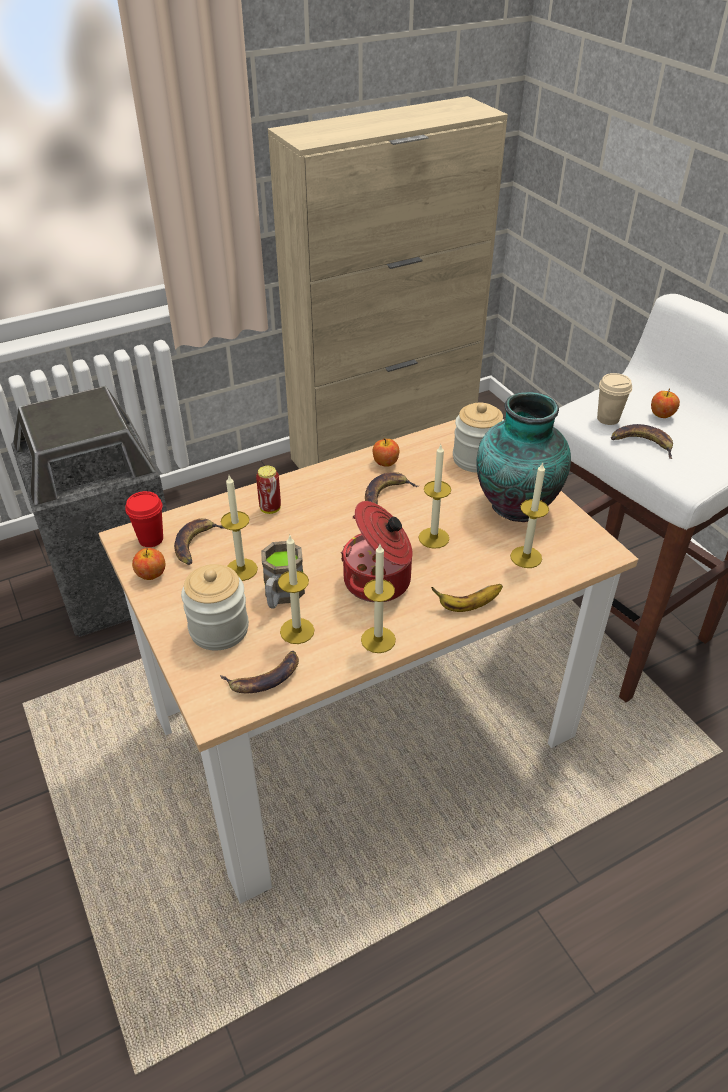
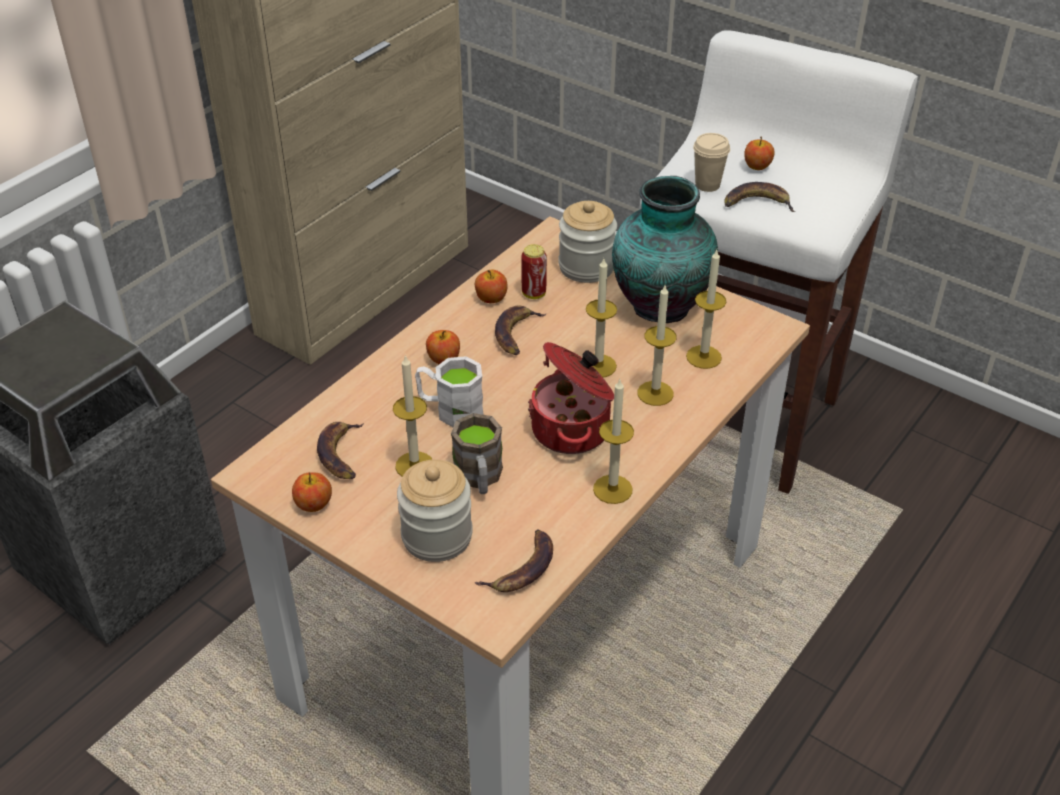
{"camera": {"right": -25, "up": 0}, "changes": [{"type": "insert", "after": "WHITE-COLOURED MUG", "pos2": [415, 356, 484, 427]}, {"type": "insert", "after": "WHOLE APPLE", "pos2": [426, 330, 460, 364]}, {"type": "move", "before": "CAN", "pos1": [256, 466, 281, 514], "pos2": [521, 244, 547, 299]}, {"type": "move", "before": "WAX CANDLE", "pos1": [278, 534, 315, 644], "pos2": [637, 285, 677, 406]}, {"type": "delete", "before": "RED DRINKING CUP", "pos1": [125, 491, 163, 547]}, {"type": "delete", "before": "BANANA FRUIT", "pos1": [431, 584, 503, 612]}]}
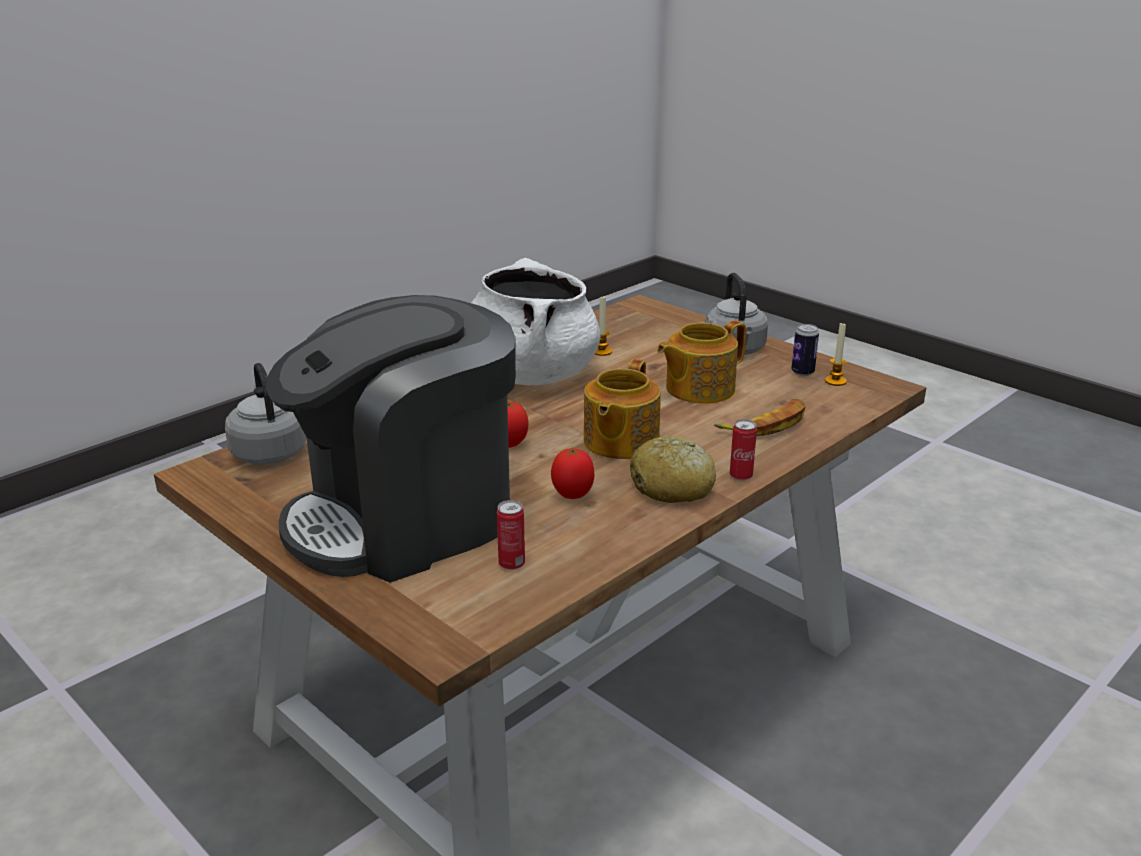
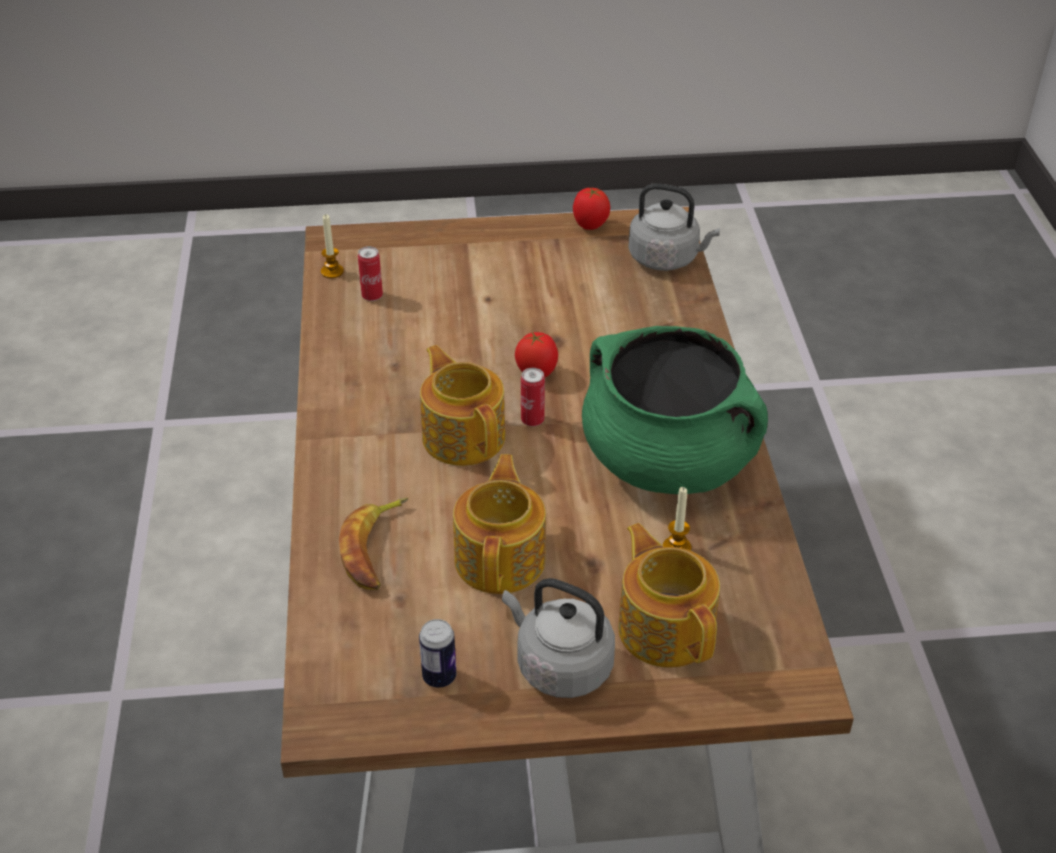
{"camera": {"right": 130, "up": 15}, "changes": [{"type": "move", "before": "WAX CANDLE", "pos1": [825, 323, 847, 386], "pos2": [321, 214, 344, 279]}, {"type": "move", "before": "CAN", "pos1": [730, 419, 757, 481], "pos2": [521, 368, 545, 426]}, {"type": "move", "before": "TOMATO", "pos1": [551, 447, 594, 499], "pos2": [573, 188, 610, 230]}, {"type": "recolor", "before": "WHITE-COLOURED SAUCEPOT", "after": "GREENISH SAUCEPOT", "pos1": [471, 258, 601, 385], "pos2": [582, 326, 768, 494]}, {"type": "insert", "after": "TEAPOT", "pos2": [618, 523, 720, 668]}, {"type": "delete", "before": "COFFEE BREWER", "pos1": [266, 295, 516, 583]}, {"type": "delete", "before": "BREAD", "pos1": [630, 435, 716, 503]}]}
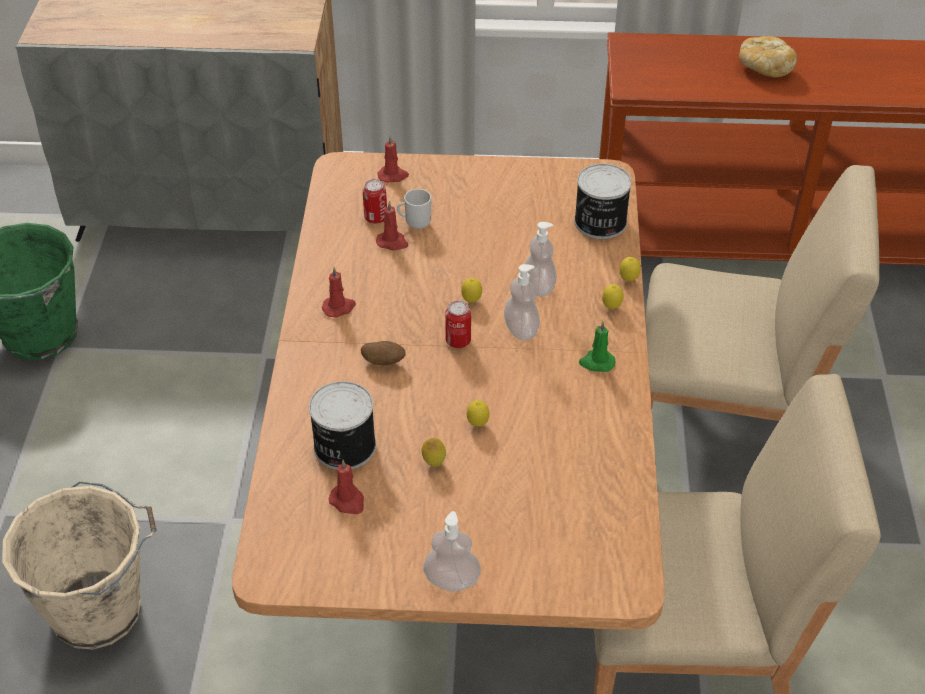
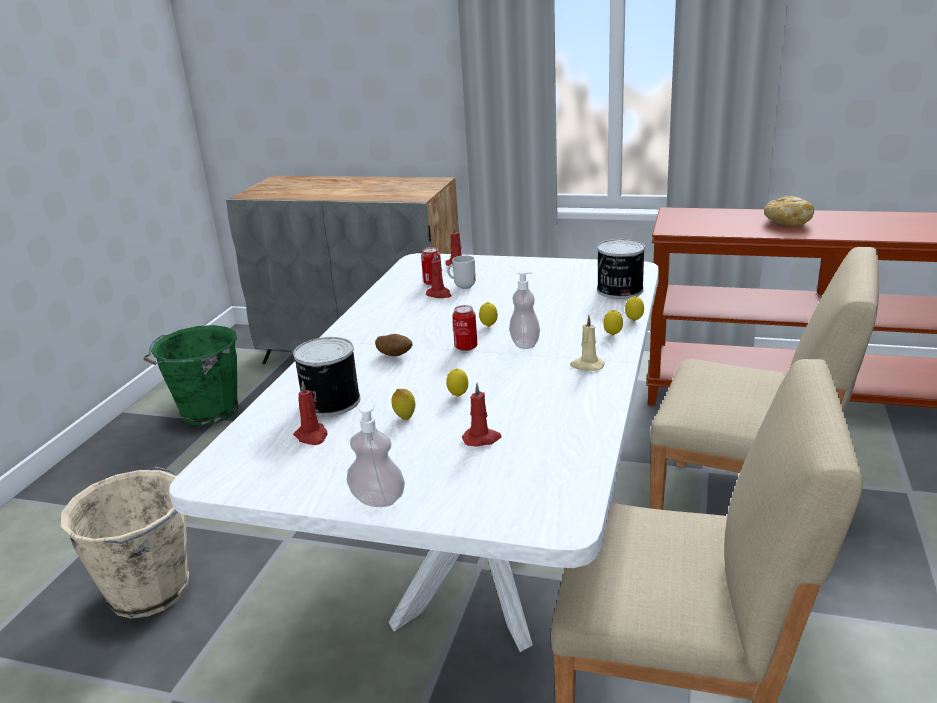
{"camera": {"right": 15, "up": -20}, "changes": [{"type": "recolor", "before": "BROWNISH DINING TABLE", "after": "WHITE-COLOURED DINING TABLE", "pos1": [232, 152, 665, 630], "pos2": [169, 253, 659, 652]}, {"type": "move", "before": "RED WAX CANDLE", "pos1": [322, 267, 356, 317], "pos2": [462, 383, 501, 447]}, {"type": "recolor", "before": "GREENISH WAX CANDLE", "after": "SAND-COLOURED WAX CANDLE", "pos1": [579, 321, 615, 372], "pos2": [570, 315, 605, 371]}, {"type": "delete", "before": "LIQUID SOAP BOTTLE", "pos1": [525, 222, 557, 297]}]}
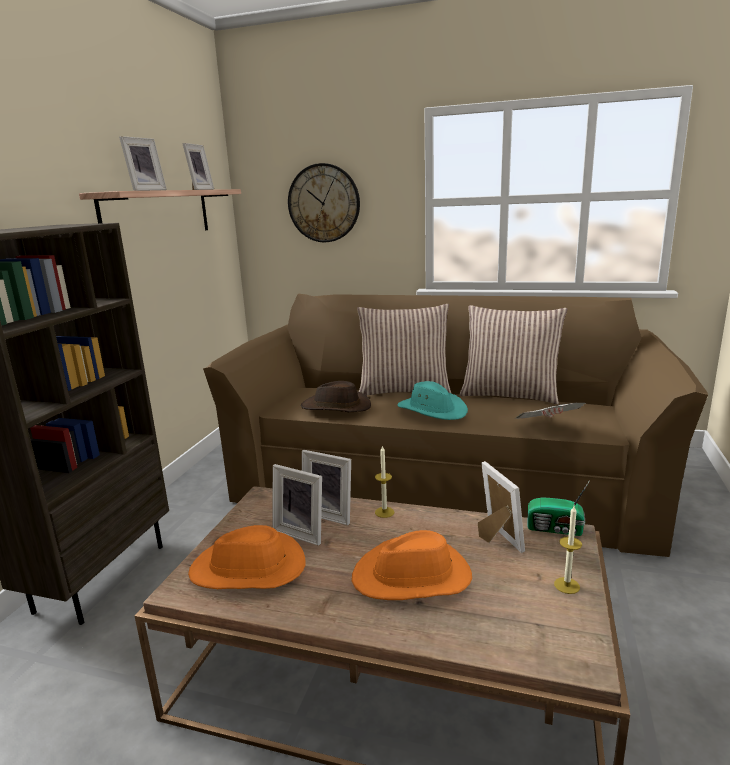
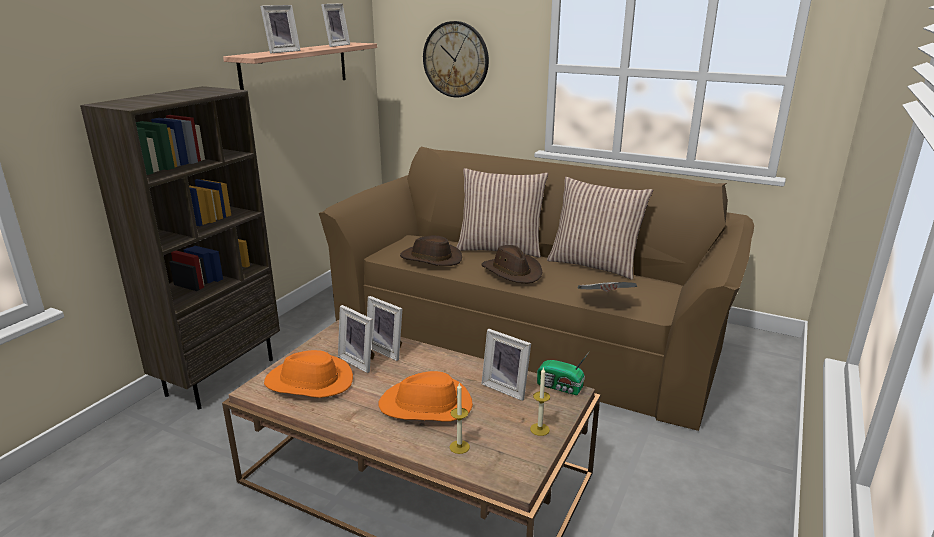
{"camera": {"right": 10, "up": 5}, "changes": [{"type": "move", "before": "WAX CANDLE", "pos1": [375, 446, 394, 518], "pos2": [450, 384, 470, 454]}, {"type": "rotate", "before": "STANDING FRAME", "pos1": [478, 461, 525, 553], "pos2": [481, 329, 531, 401], "turn": 135}, {"type": "recolor", "before": "TURQUOISE WEARABLE HAT", "after": "BROWNISH WEARABLE HAT", "pos1": [397, 381, 468, 420], "pos2": [482, 245, 542, 283]}]}
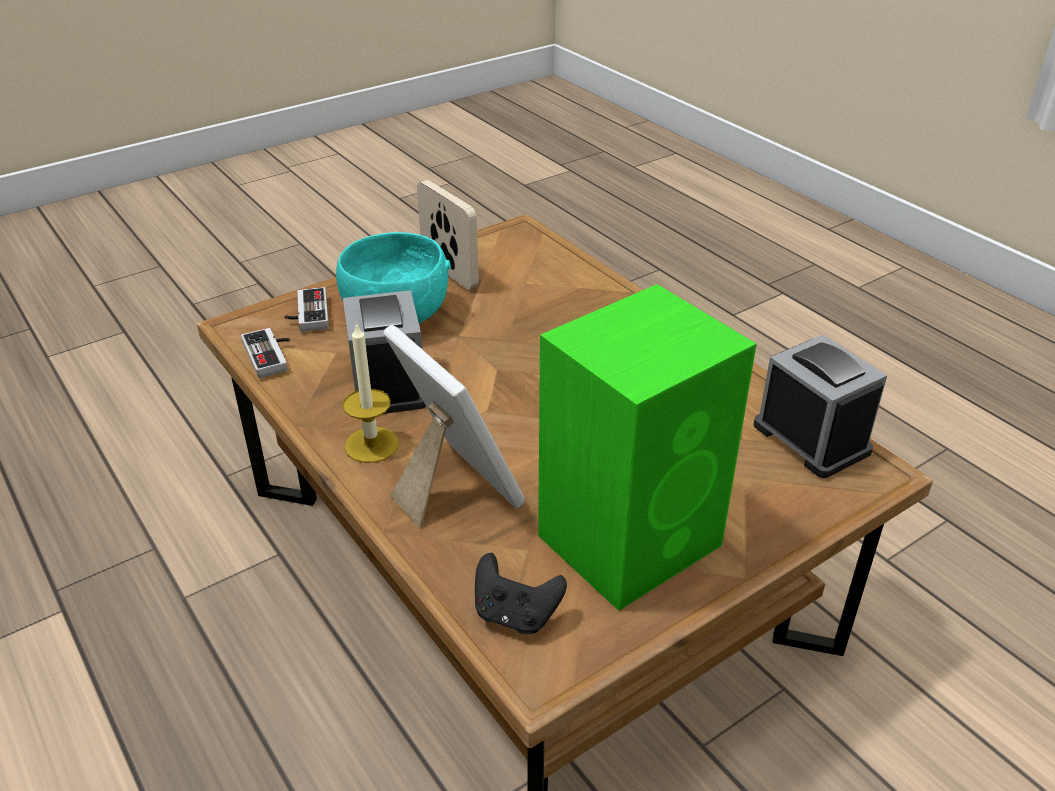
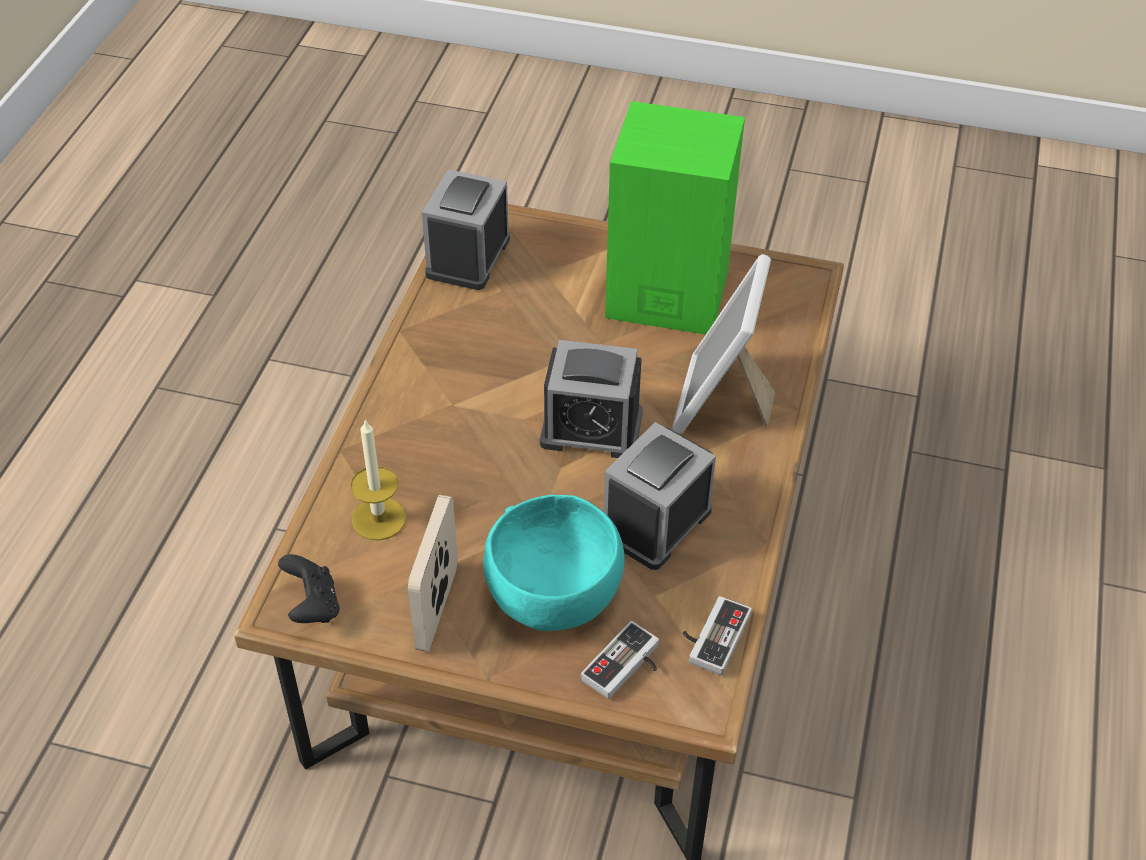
{"camera": {"right": -130, "up": 10}, "changes": [{"type": "move", "before": "BLACKISH JOYPAD", "pos1": [475, 553, 567, 634], "pos2": [278, 554, 339, 623]}, {"type": "move", "before": "WAX CANDLE", "pos1": [343, 322, 399, 463], "pos2": [350, 419, 407, 540]}, {"type": "insert", "after": "ALARM CLOCK", "pos2": [540, 340, 643, 458]}]}
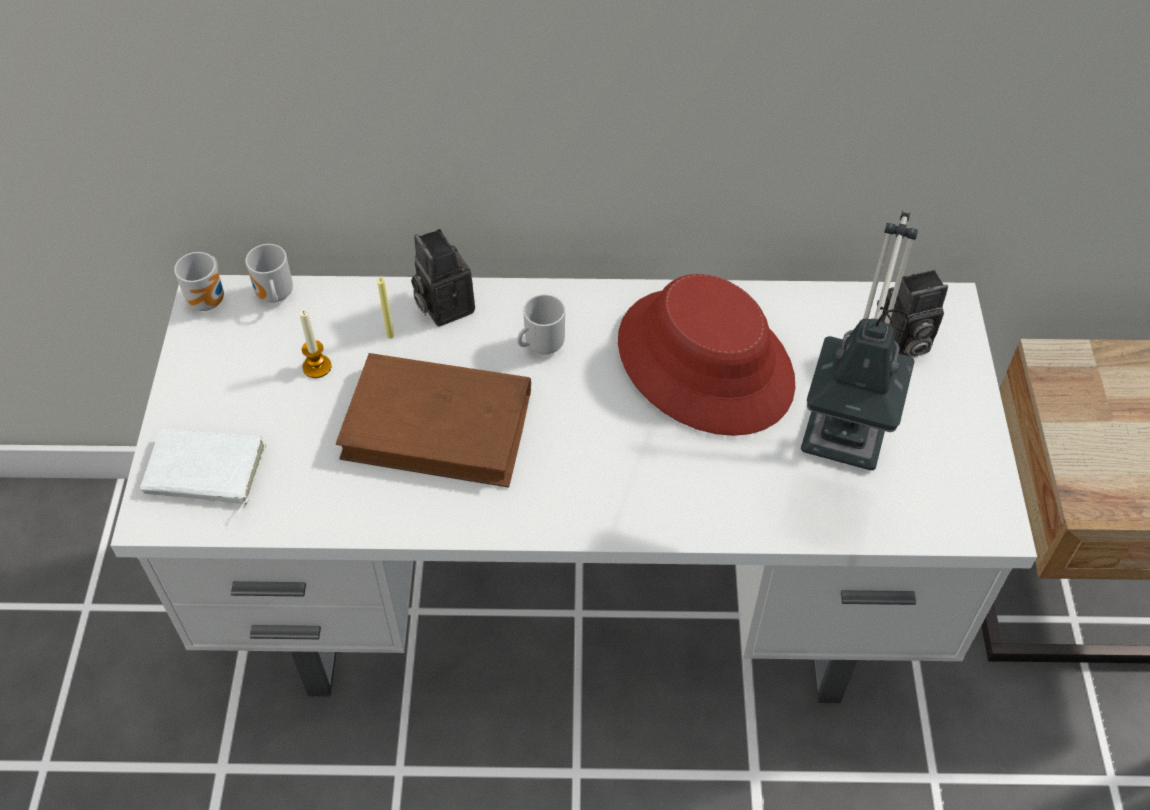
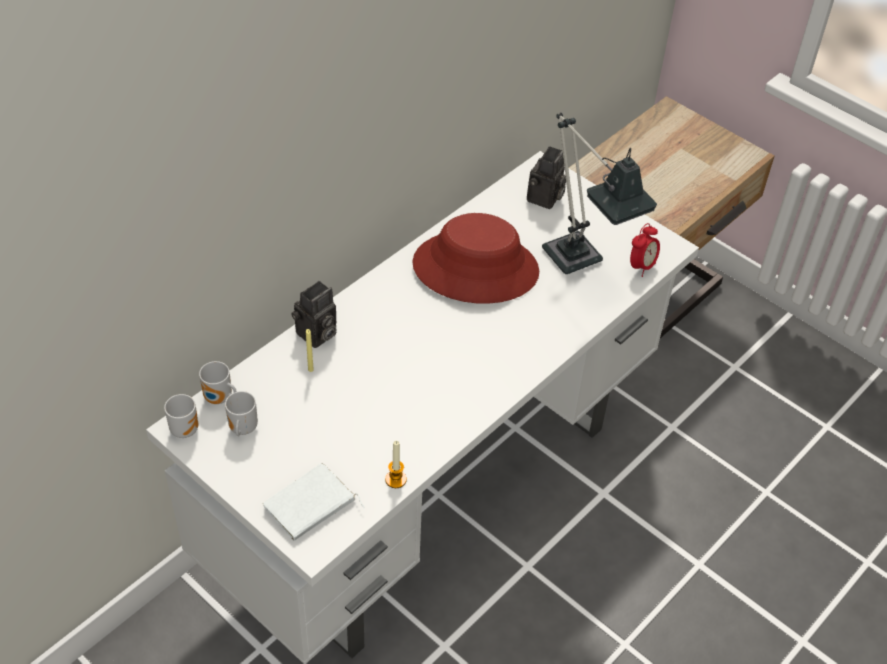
{"camera": {"right": -50, "up": -5}, "changes": [{"type": "move", "before": "MUG", "pos1": [517, 294, 565, 354], "pos2": [225, 391, 258, 436]}, {"type": "rotate", "before": "PHOTO CAMERA", "pos1": [411, 229, 475, 326], "pos2": [291, 281, 336, 348], "turn": -60}, {"type": "move", "before": "WAX CANDLE", "pos1": [299, 311, 332, 378], "pos2": [385, 441, 407, 488]}, {"type": "insert", "after": "ALARM CLOCK", "pos2": [630, 223, 660, 277]}, {"type": "delete", "before": "BROWNISH BOUND BOOK", "pos1": [336, 353, 531, 488]}]}
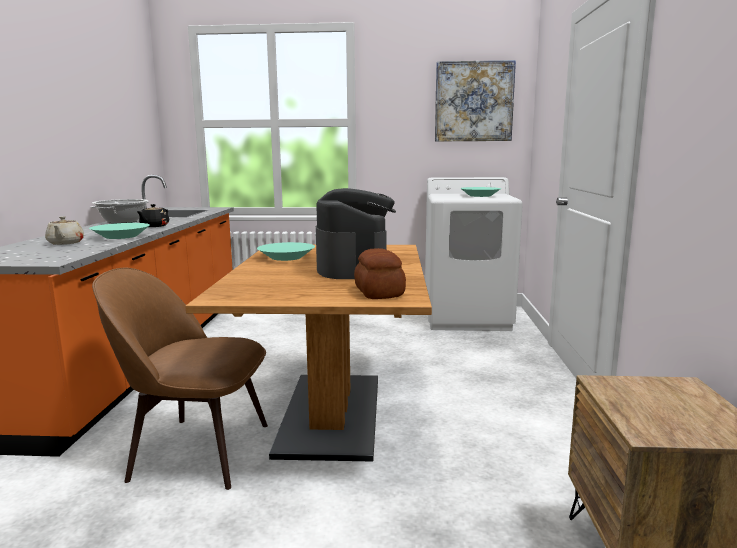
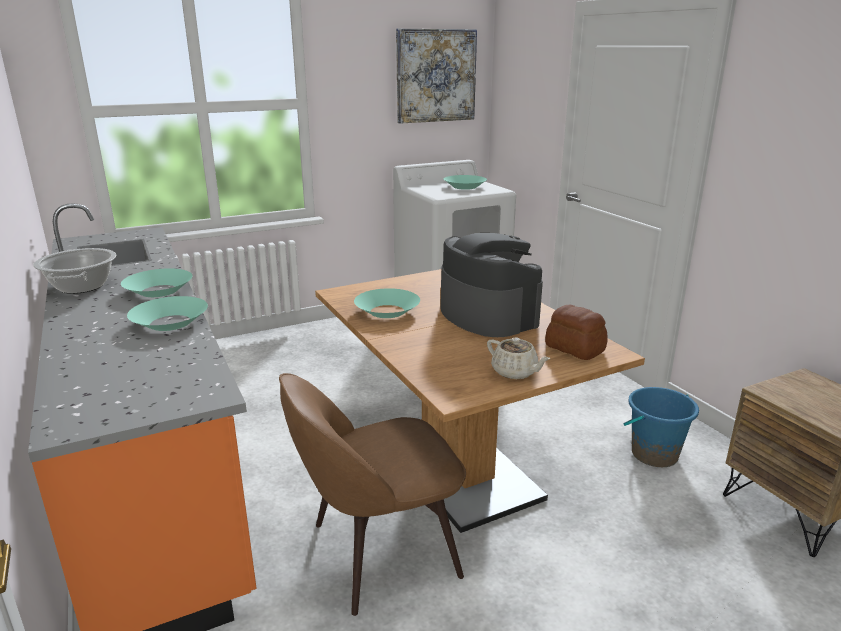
{"camera": {"right": -30, "up": 10}, "changes": [{"type": "replace", "before": "BLACKISH TEAPOT", "after": "TURQUOISE DEEP DISH", "pos1": [136, 204, 169, 227], "pos2": [121, 268, 192, 297]}, {"type": "move", "before": "SAND-COLOURED TEAPOT", "pos1": [45, 216, 84, 245], "pos2": [487, 337, 550, 379]}, {"type": "insert", "after": "BLUE-COLOURED BUCKET", "pos2": [623, 387, 699, 467]}]}
